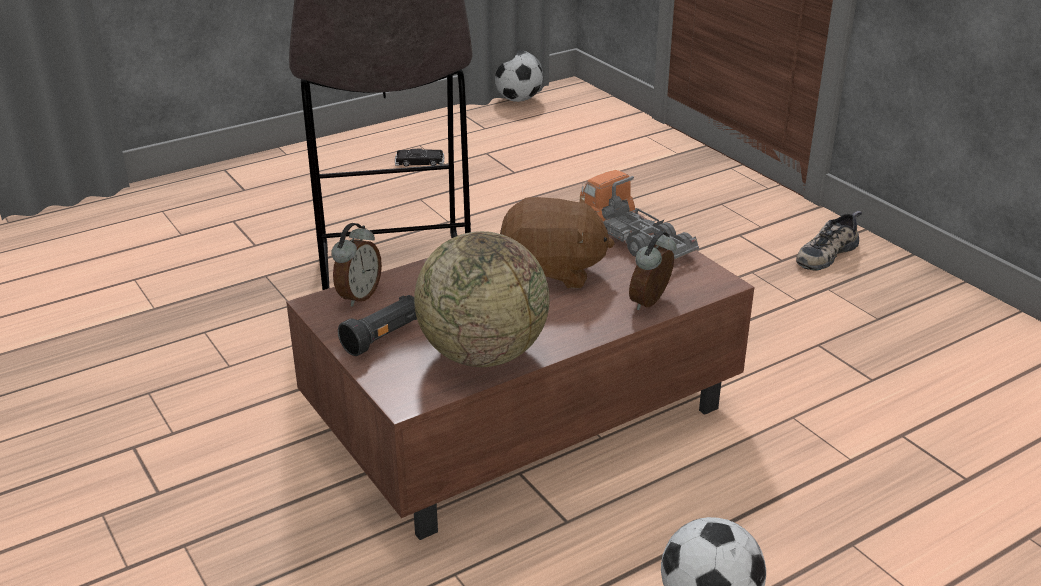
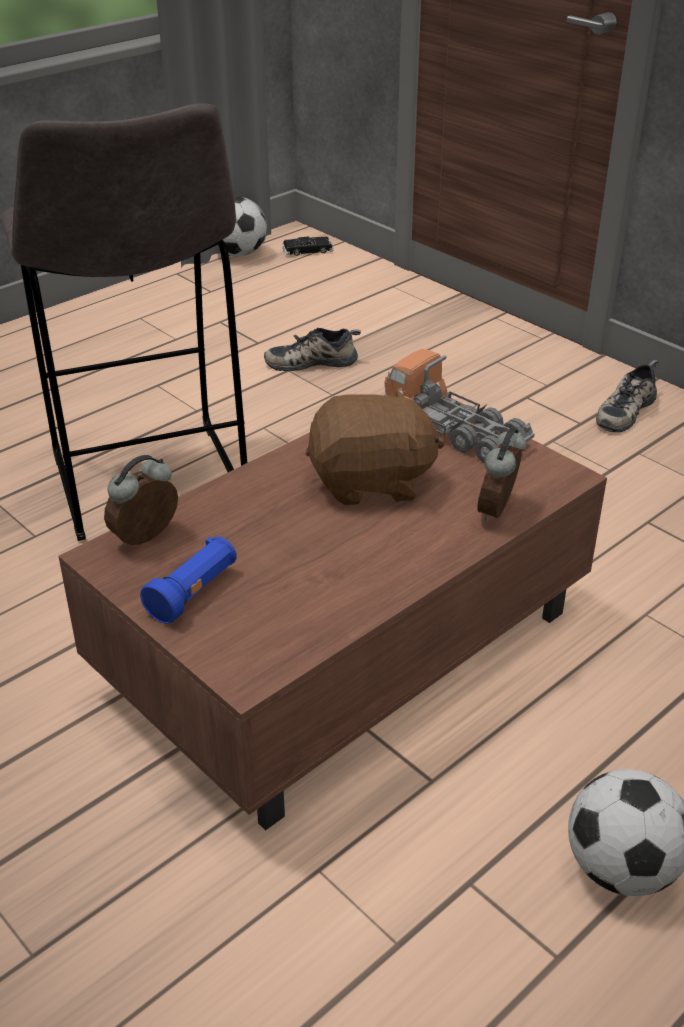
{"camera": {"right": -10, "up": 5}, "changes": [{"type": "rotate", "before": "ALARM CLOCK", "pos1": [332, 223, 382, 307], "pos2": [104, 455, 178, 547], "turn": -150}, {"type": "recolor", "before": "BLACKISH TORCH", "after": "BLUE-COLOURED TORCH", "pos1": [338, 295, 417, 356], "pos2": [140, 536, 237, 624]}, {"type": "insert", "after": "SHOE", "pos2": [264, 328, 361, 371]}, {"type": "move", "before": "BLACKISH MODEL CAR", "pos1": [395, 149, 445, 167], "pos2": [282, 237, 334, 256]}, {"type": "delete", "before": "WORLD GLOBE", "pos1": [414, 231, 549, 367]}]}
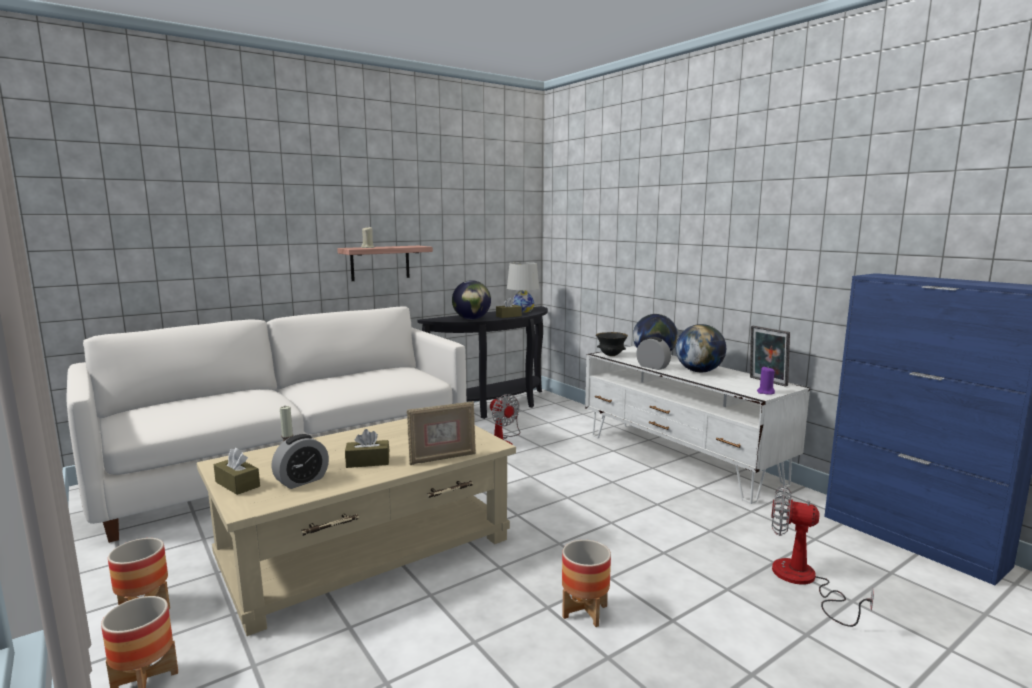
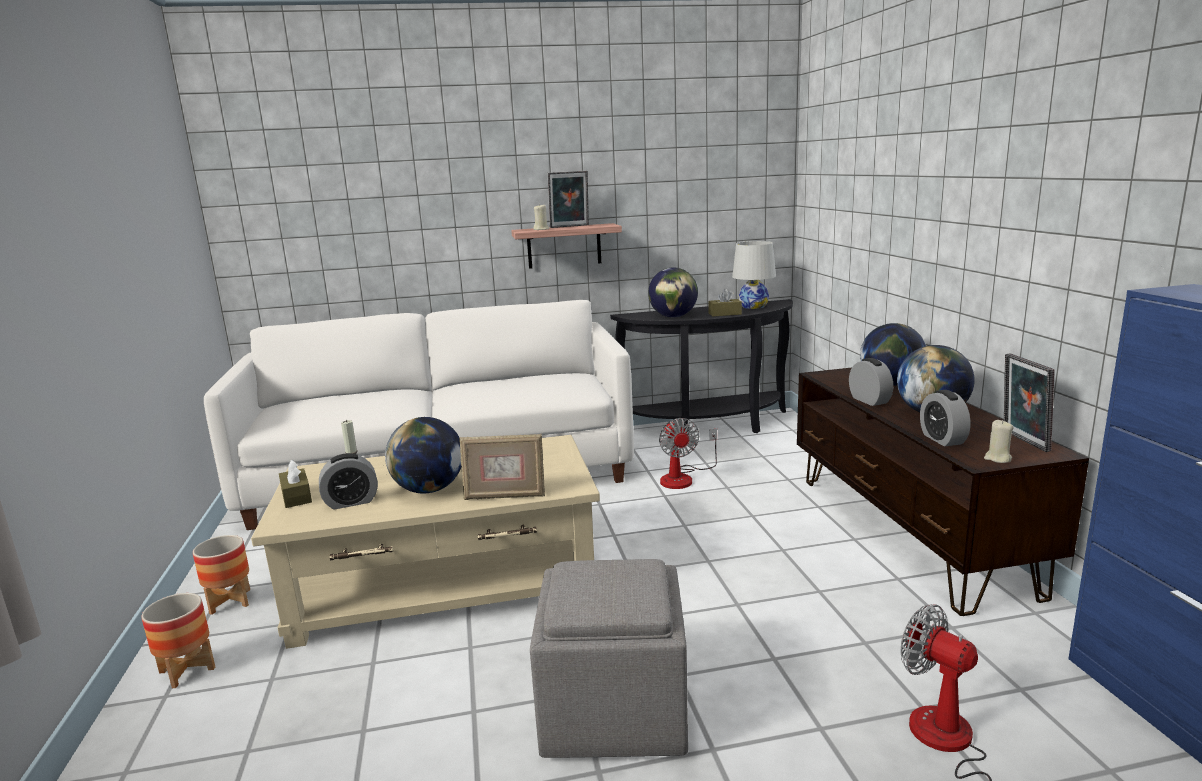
{"camera": {"right": 25, "up": 5}, "changes": [{"type": "replace", "before": "BROWNISH TISSUE HOLDER", "after": "WORLD GLOBE", "pos1": [345, 429, 389, 468], "pos2": [385, 417, 461, 493]}, {"type": "replace", "before": "PLANTER", "after": "GRAY FOOTREST", "pos1": [562, 540, 611, 627], "pos2": [530, 559, 688, 758]}, {"type": "insert", "after": "STANDING FRAME", "pos2": [548, 171, 589, 228]}, {"type": "recolor", "before": "WHITE-COLOURED TV STAND", "after": "BROWNISH TV STAND", "pos1": [585, 346, 810, 504], "pos2": [797, 368, 1089, 616]}, {"type": "insert", "after": "ALARM CLOCK", "pos2": [920, 390, 971, 446]}, {"type": "recolor", "before": "PURPLE WAX CANDLE", "after": "SAND-COLOURED WAX CANDLE", "pos1": [757, 367, 775, 395], "pos2": [984, 420, 1014, 463]}, {"type": "delete", "before": "BLACKISH DEEP DISH", "pos1": [596, 332, 628, 356]}]}
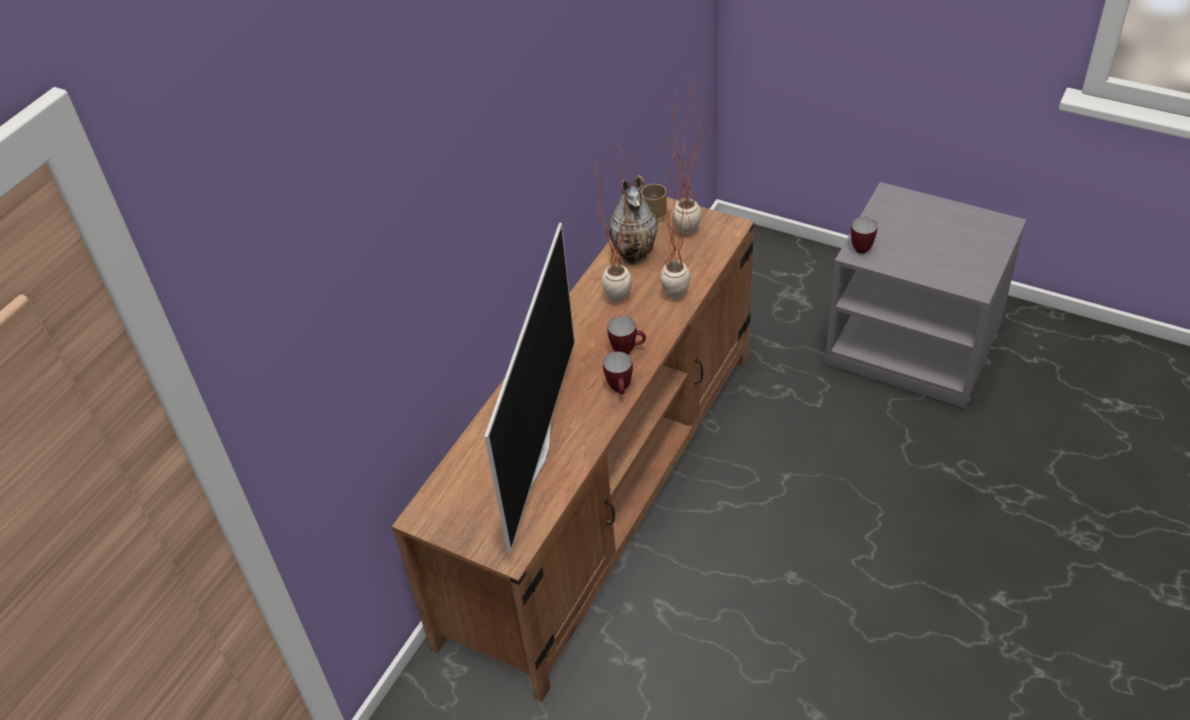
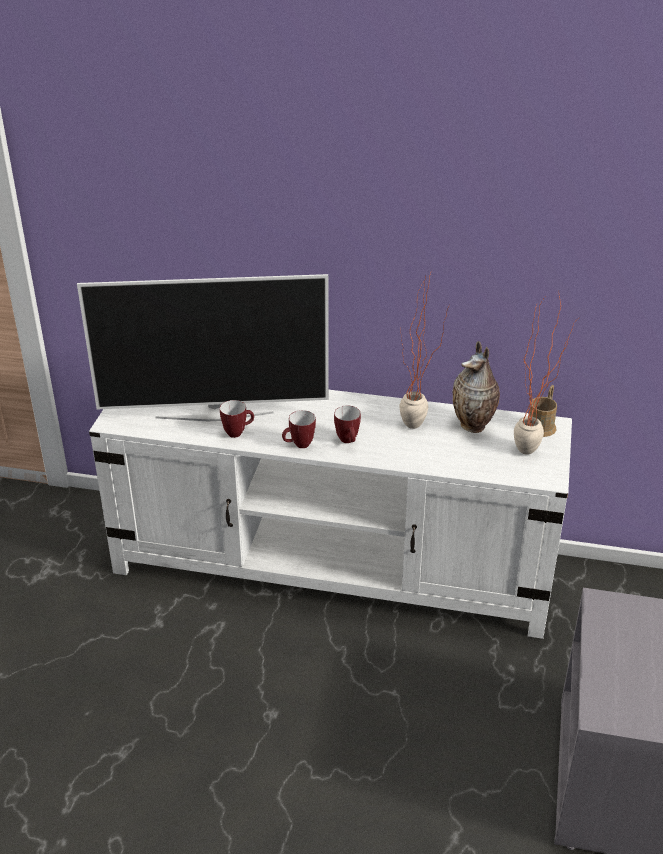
{"camera": {"right": 70, "up": -10}, "changes": [{"type": "recolor", "before": "BROWNISH TV STAND", "after": "WHITE-COLOURED TV STAND", "pos1": [392, 197, 754, 702], "pos2": [89, 390, 572, 639]}, {"type": "move", "before": "MUG", "pos1": [851, 217, 878, 254], "pos2": [220, 400, 254, 438]}, {"type": "delete", "before": "POTTED PLANT", "pos1": [654, 152, 691, 299]}]}
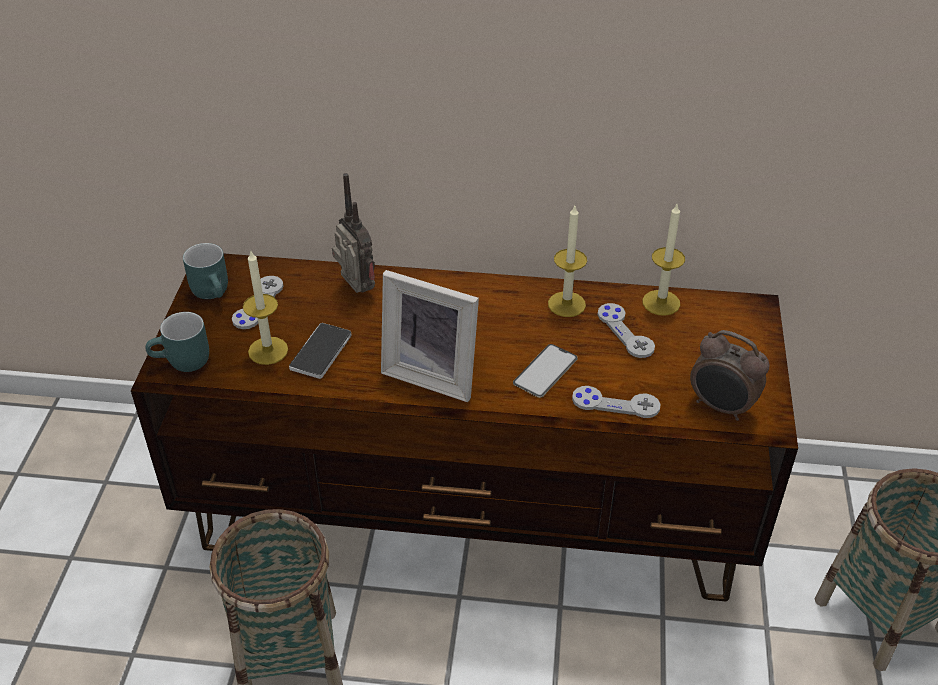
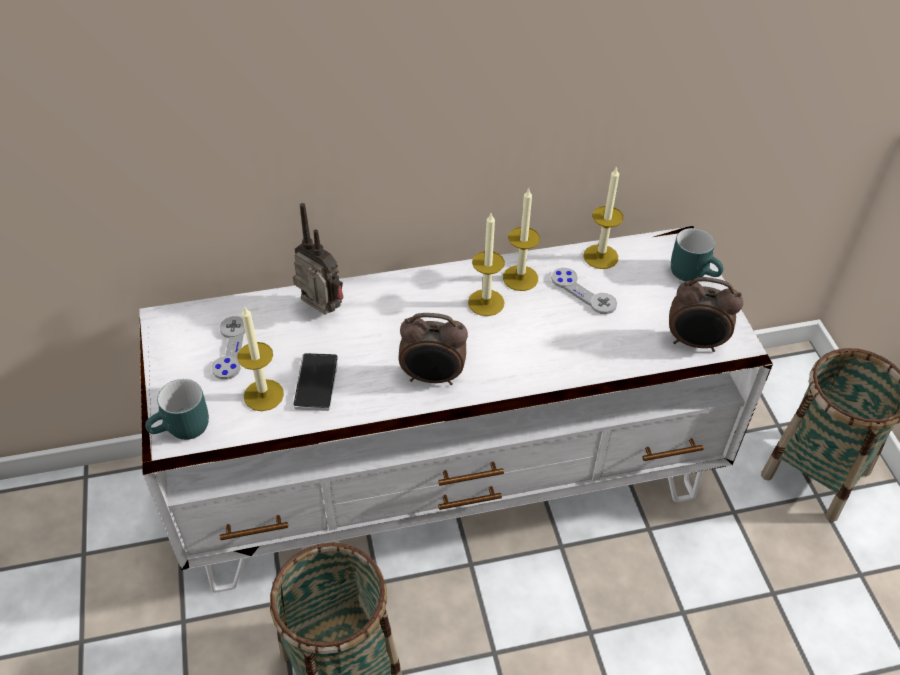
{"camera": {"right": -20, "up": 5}, "changes": [{"type": "recolor", "before": "BROWNISH TV STAND", "after": "WHITE-COLOURED TV STAND", "pos1": [131, 253, 798, 602], "pos2": [139, 226, 773, 593]}, {"type": "replace", "before": "STANDING FRAME", "after": "ALARM CLOCK", "pos1": [381, 270, 479, 402], "pos2": [399, 313, 468, 385]}, {"type": "insert", "after": "WAX CANDLE", "pos2": [468, 213, 505, 316]}, {"type": "move", "before": "TURQUOISE MUG", "pos1": [183, 243, 228, 299], "pos2": [671, 228, 724, 281]}, {"type": "delete", "before": "TELEPHONE", "pos1": [513, 344, 578, 398]}, {"type": "delete", "before": "GRAY JOYPAD", "pos1": [572, 386, 660, 418]}]}
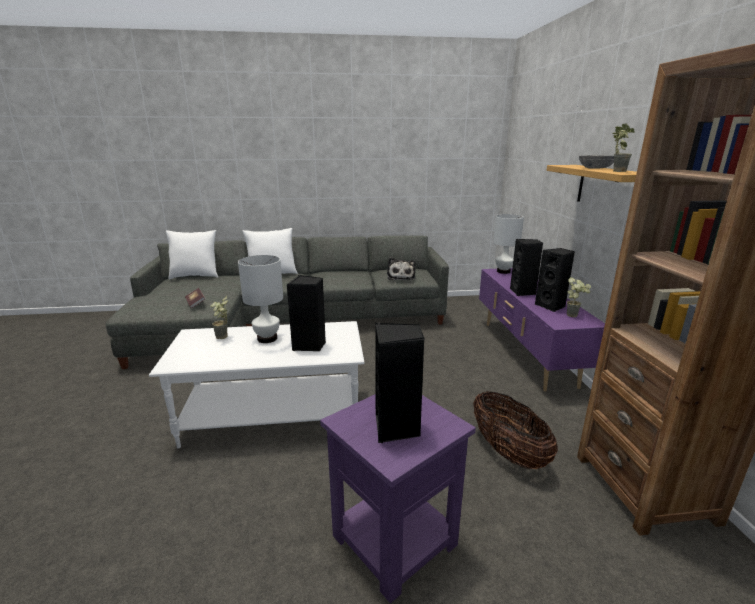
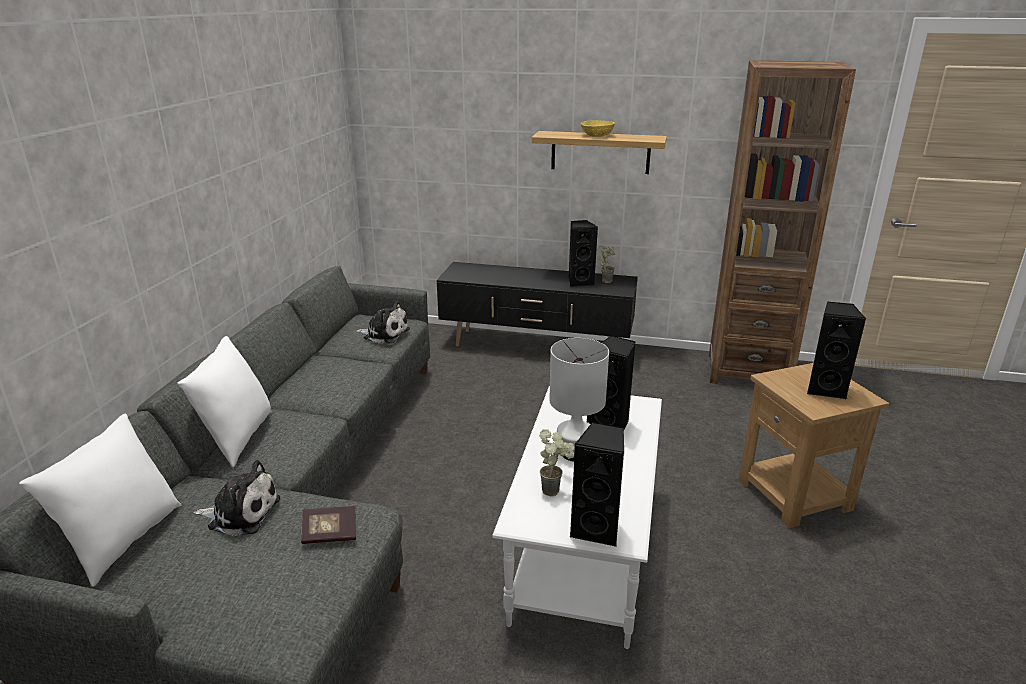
{"camera": {"right": -70, "up": 5}, "changes": [{"type": "insert", "after": "CUDDLY TOY", "pos2": [194, 460, 280, 536]}, {"type": "recolor", "before": "PURPLE TV STAND", "after": "BLACKISH TV STAND", "pos1": [479, 268, 605, 392], "pos2": [437, 262, 638, 347]}, {"type": "move", "before": "BLACKISH AUDIO SPEAKER", "pos1": [510, 239, 543, 296], "pos2": [570, 422, 624, 547]}, {"type": "recolor", "before": "GRAY DEEP DISH", "after": "YELLOW DEEP DISH", "pos1": [579, 155, 614, 169], "pos2": [581, 120, 615, 137]}, {"type": "recolor", "before": "PURPLE SIDE TABLE", "after": "BROWNISH SIDE TABLE", "pos1": [320, 394, 476, 603], "pos2": [739, 363, 889, 528]}, {"type": "delete", "before": "BASKET", "pos1": [473, 392, 558, 469]}, {"type": "delete", "before": "WHITE-COLOURED TABLE LAMP", "pos1": [493, 214, 524, 274]}, {"type": "delete", "before": "POTTED PLANT", "pos1": [612, 123, 635, 172]}]}
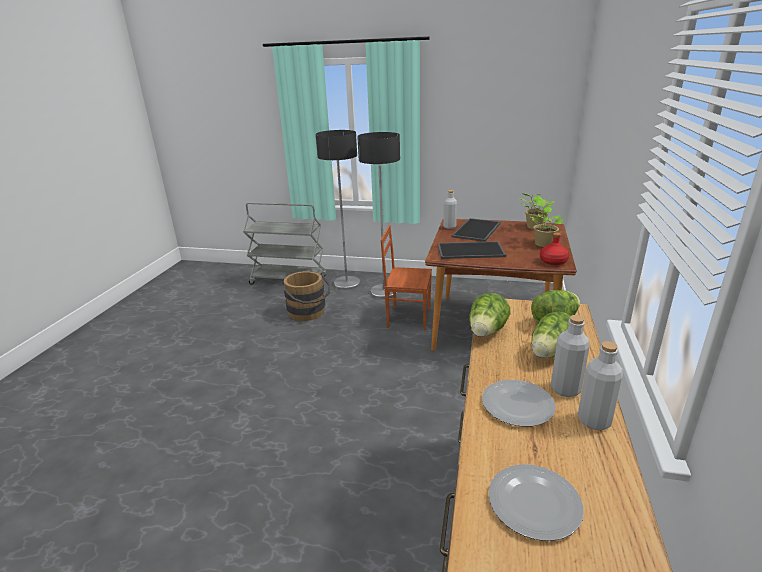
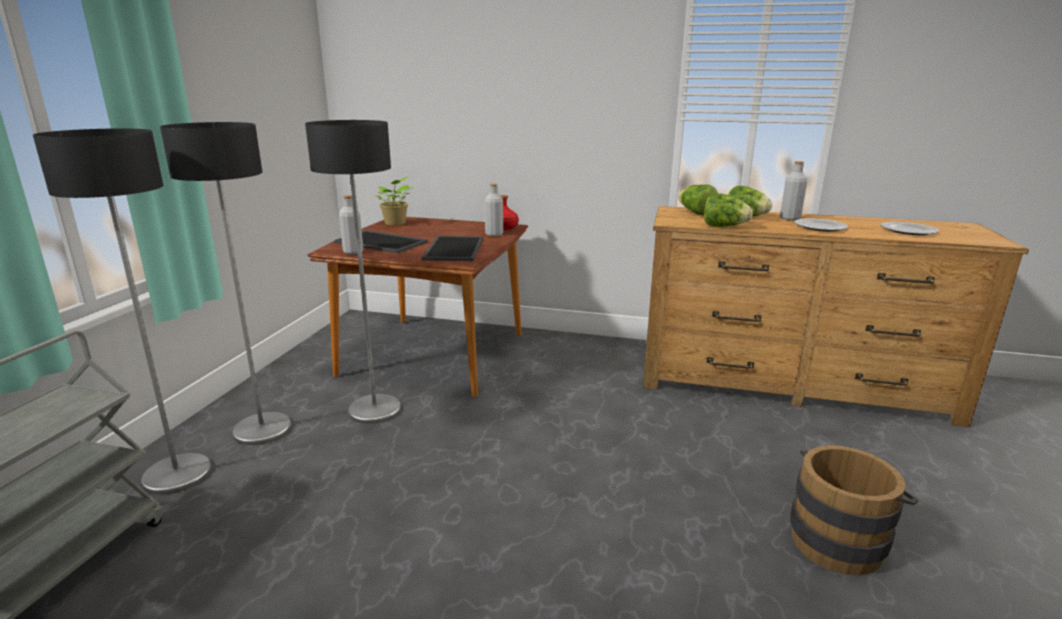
{"camera": {"right": -90, "up": -5}, "changes": [{"type": "replace", "before": "BROWNISH PLAIN CHAIR", "after": "FLOOR LAMP", "pos1": [381, 225, 432, 330], "pos2": [305, 120, 401, 424]}, {"type": "move", "before": "GRAY BOTTLE", "pos1": [578, 341, 623, 430], "pos2": [485, 183, 503, 237]}, {"type": "move", "before": "BROWNISH BUCKET", "pos1": [284, 271, 331, 321], "pos2": [790, 445, 918, 576]}, {"type": "delete", "before": "POTTED PLANT", "pos1": [531, 199, 563, 247]}]}
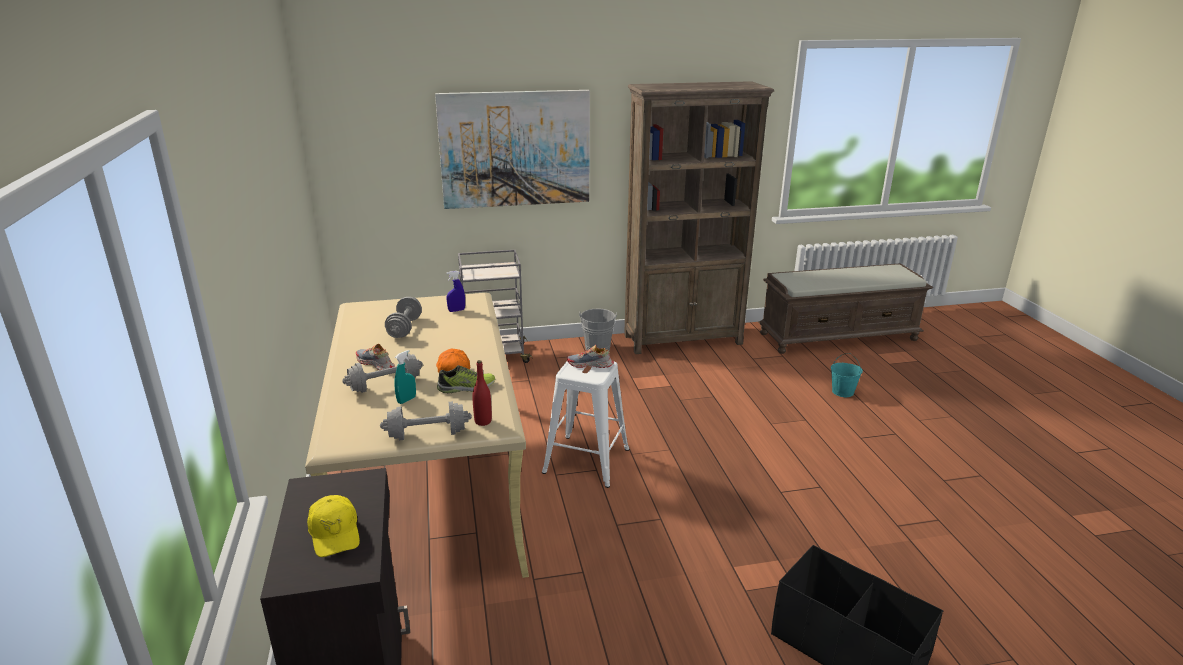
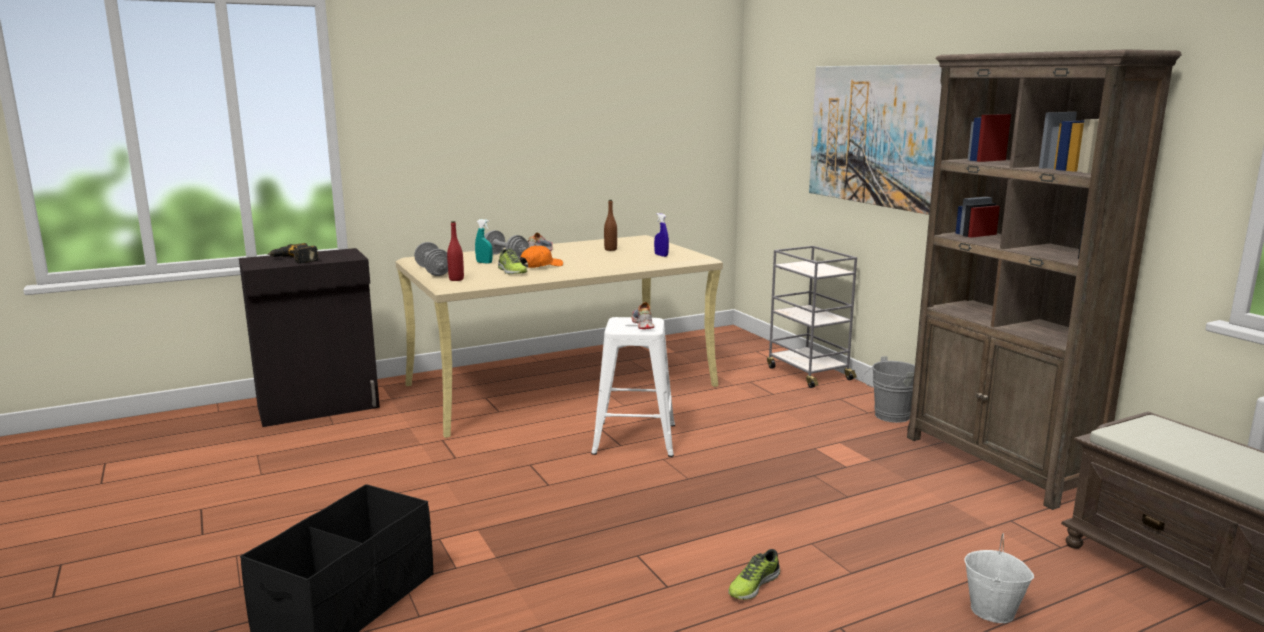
{"camera": {"right": 75, "up": -10}, "changes": [{"type": "replace", "before": "YELLOW CAP", "after": "DRILL", "pos1": [307, 495, 360, 557], "pos2": [268, 243, 319, 264]}, {"type": "replace", "before": "GRAY FREE WEIGHT", "after": "BROWNISH BOTTLE", "pos1": [385, 297, 422, 338], "pos2": [604, 200, 617, 251]}, {"type": "insert", "after": "SHOE", "pos2": [728, 549, 780, 600]}, {"type": "recolor", "before": "TURQUOISE BUCKET", "after": "WHITE-COLOURED BUCKET", "pos1": [831, 353, 863, 397], "pos2": [964, 533, 1034, 623]}]}
